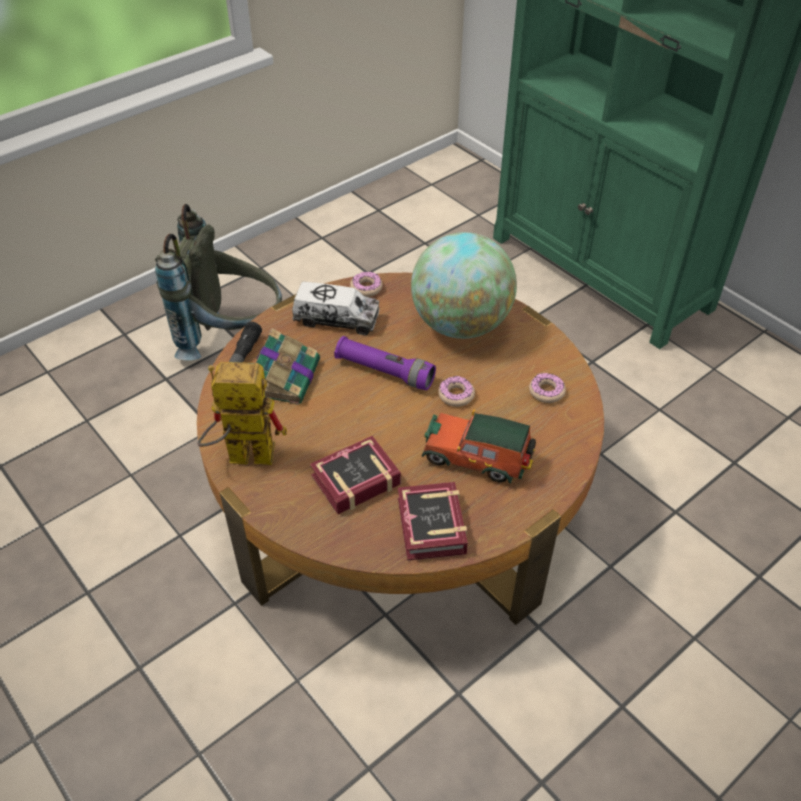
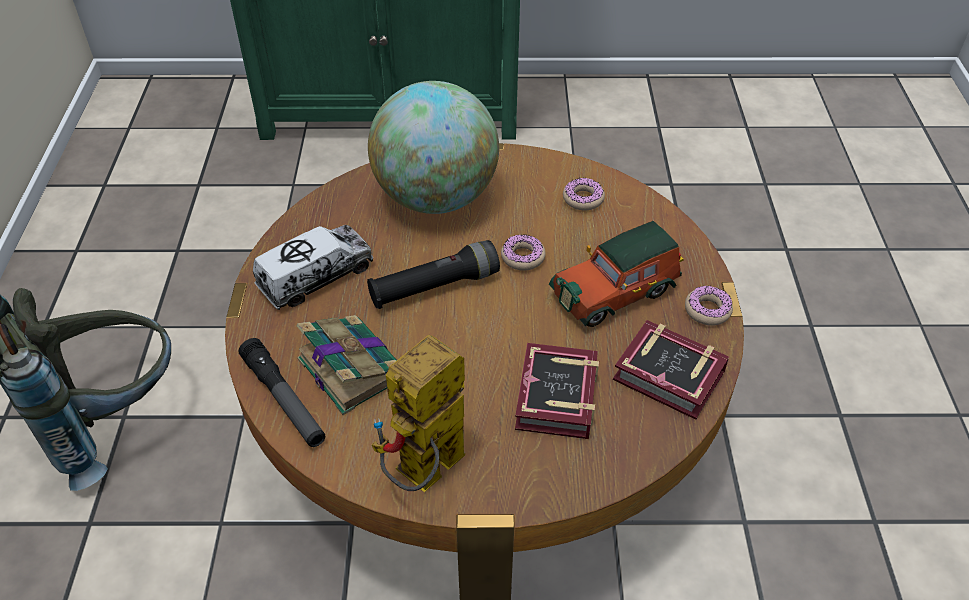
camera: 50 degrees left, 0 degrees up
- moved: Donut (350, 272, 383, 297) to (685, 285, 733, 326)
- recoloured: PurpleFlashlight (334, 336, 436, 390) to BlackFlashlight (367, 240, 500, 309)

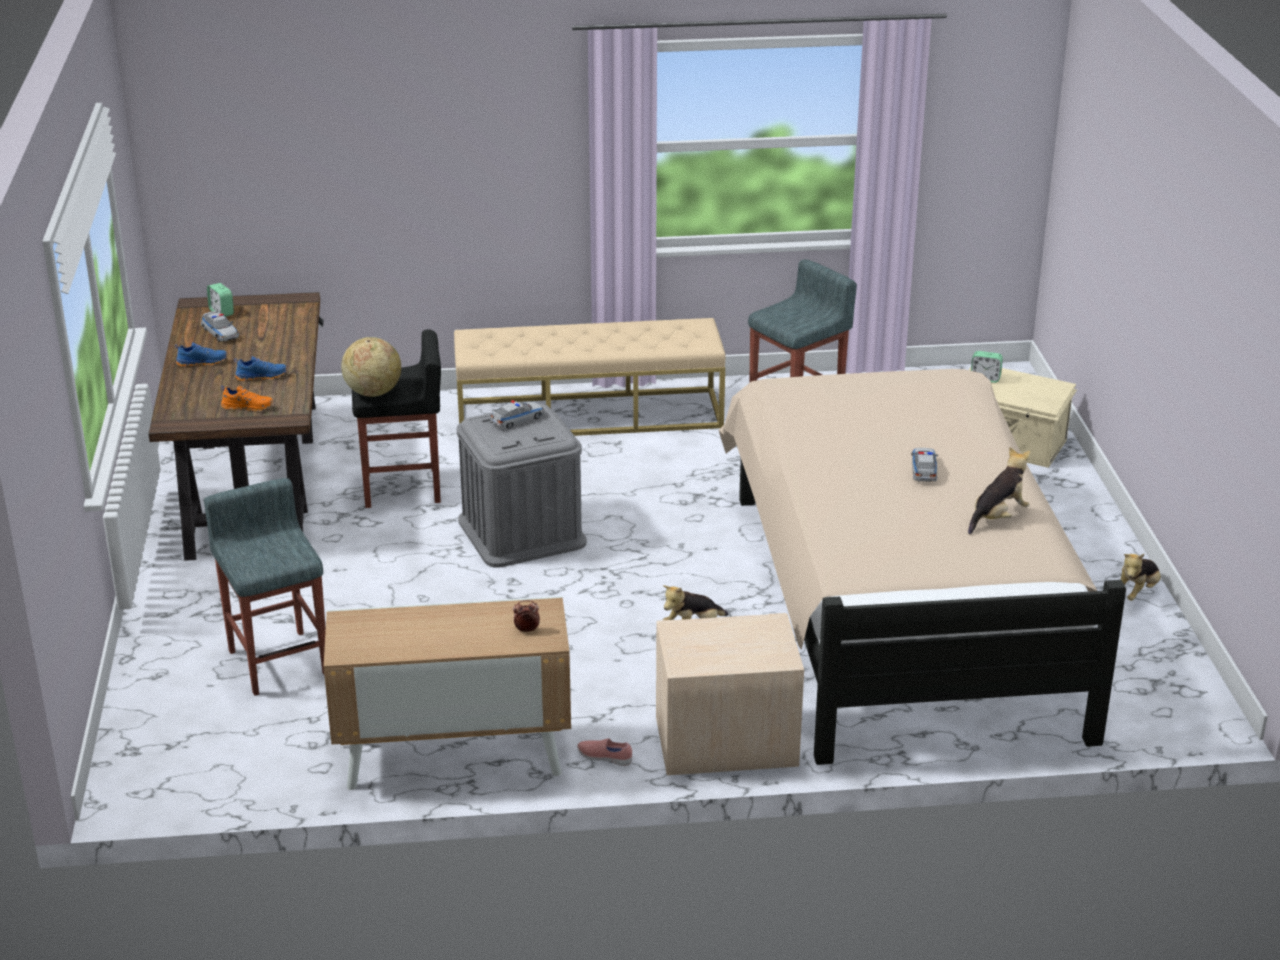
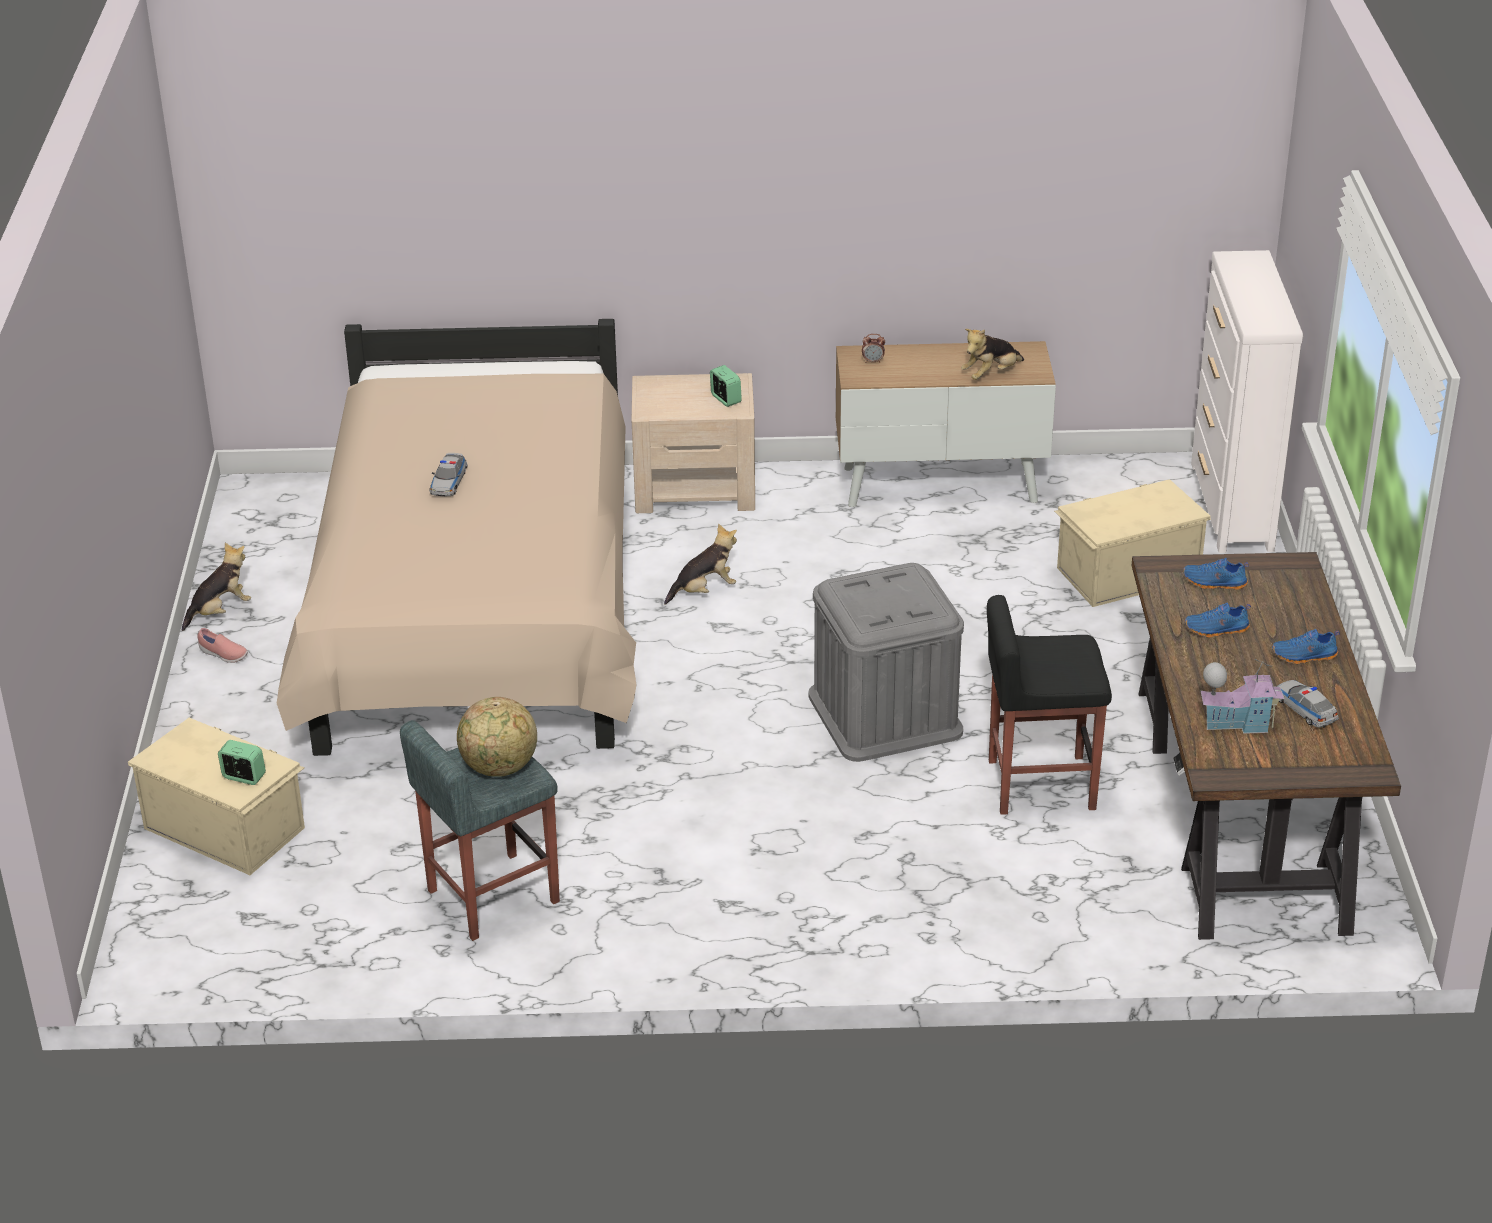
camera: 175 degrees left, 5 degrees up
- removed: BeigeBench (454, 318, 725, 436)
- removed: ToyCar (490, 400, 544, 429)
- added: WhiteDresser (1191, 250, 1303, 553)
- added: ToyHouse (1201, 659, 1284, 734)
- moved: AlarmClock (207, 283, 234, 317) to (710, 365, 742, 407)
- moved: Globe (341, 337, 401, 397) to (457, 697, 537, 777)
- moved: PinkShoe (577, 738, 632, 766) to (197, 628, 248, 663)
- moved: PlushToy (968, 447, 1030, 534) to (961, 329, 1024, 380)
- replaced: GreyStool (204, 478, 326, 696) to BeigeStorageBox (1054, 479, 1211, 607)
- recoloured: OrangeShoe (220, 385, 273, 412) to BlueShoe (1183, 558, 1249, 590)

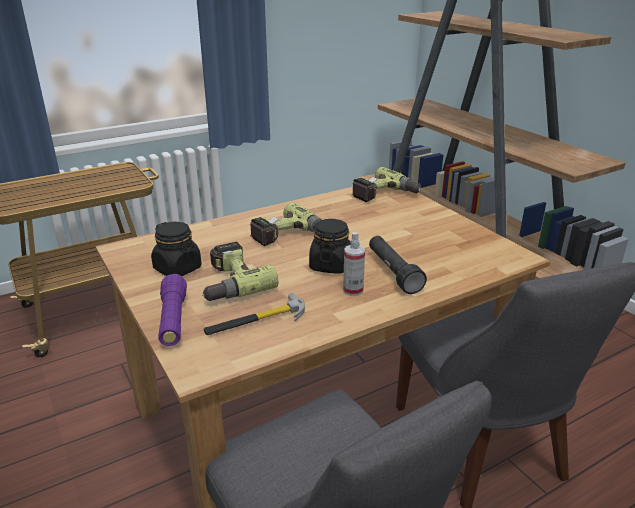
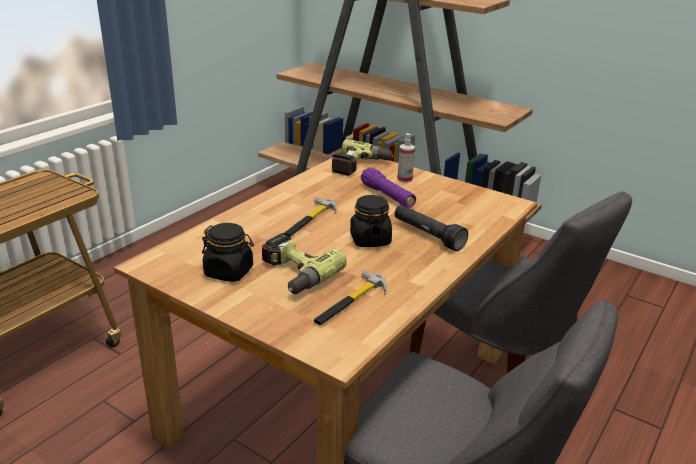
camera: 25 degrees left, 0 degrees up
- moved: PurpleFlashlight (158, 274, 187, 346) to (361, 167, 416, 208)
- moved: SprayBottle (343, 232, 365, 296) to (397, 133, 415, 183)
- replaced: PowerDrill (250, 203, 322, 246) to Hammer (284, 198, 336, 237)

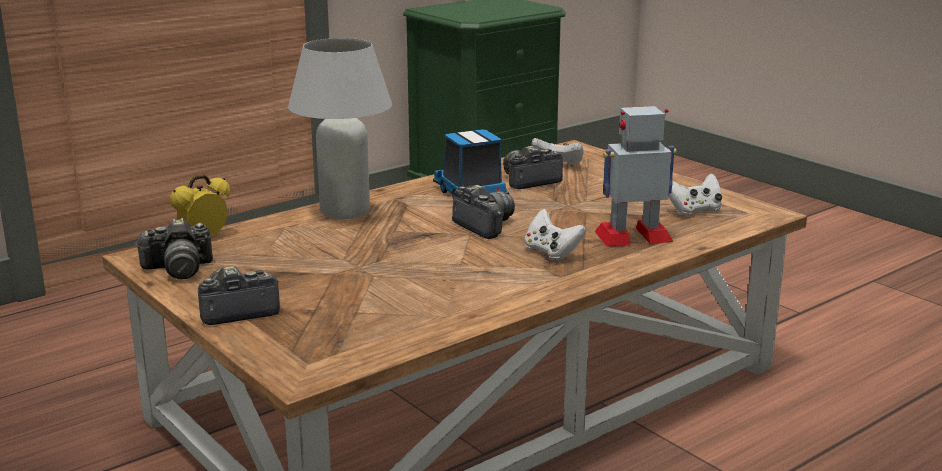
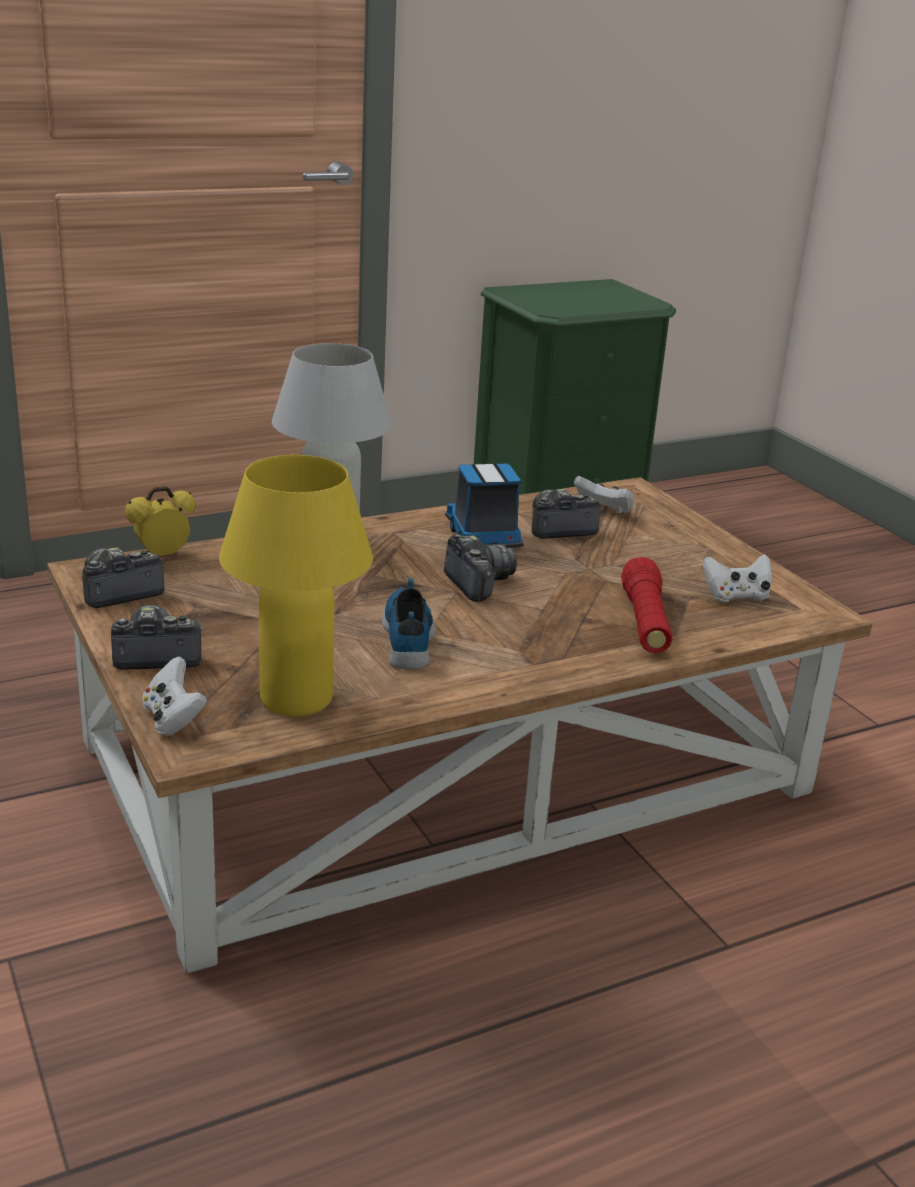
camera: 10 degrees right, 5 degrees up
- added: YellowTableLamp (219, 455, 373, 717)
- added: Shoe (382, 578, 436, 670)
- moved: WhiteGameController (525, 209, 586, 261) to (142, 656, 207, 736)
- replaced: ToyRobot (594, 106, 676, 247) to RedFlashlight (621, 557, 673, 653)
- turned: PhotoCamera (135, 218, 213, 279) = (82, 547, 164, 608) 150 degrees clockwise

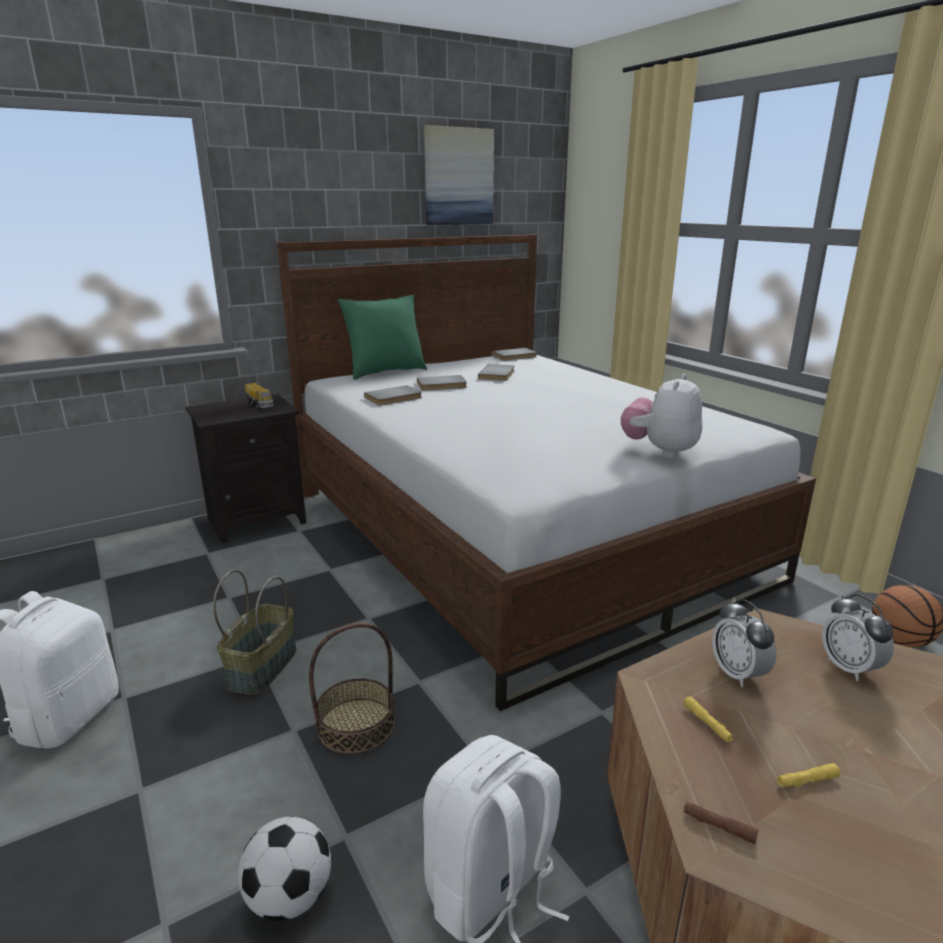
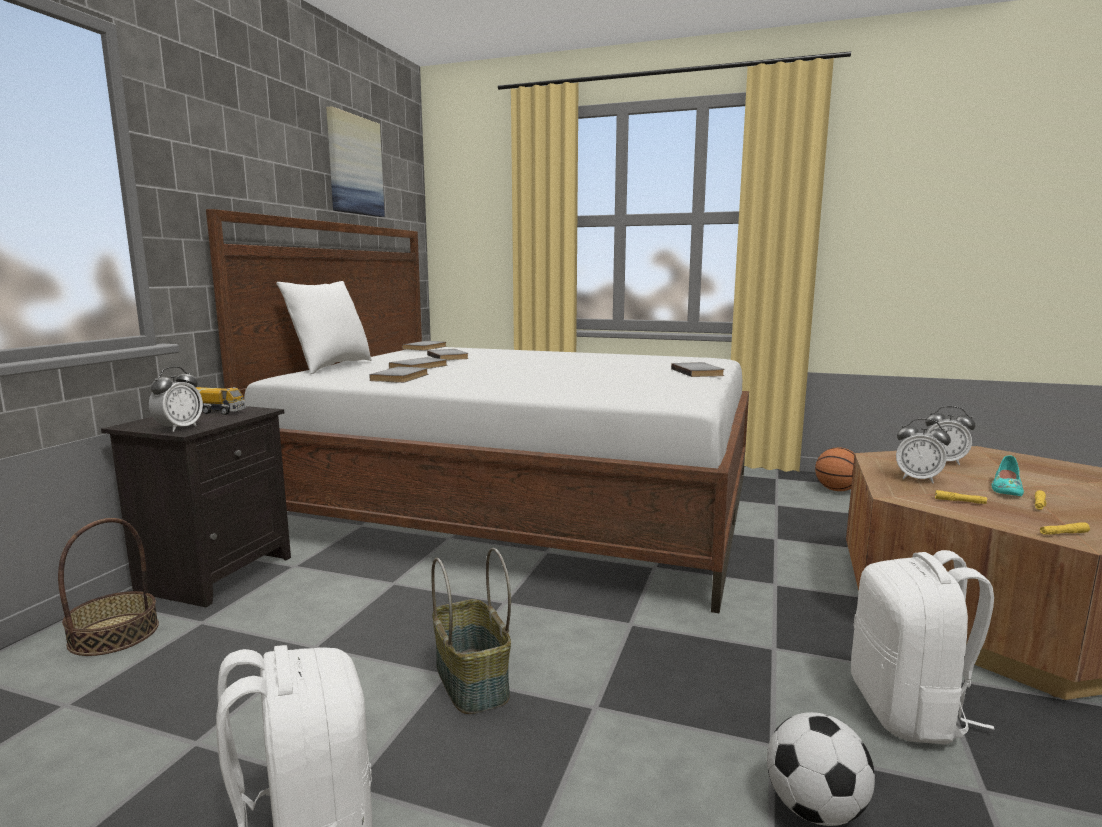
camera: 40 degrees left, 10 degrees down
- added: AlarmClock (149, 366, 203, 432)
- added: TurquoiseShoe (992, 456, 1024, 496)
- moved: Basket (309, 623, 395, 754) to (58, 518, 159, 656)
- replaced: PlushToy (621, 374, 702, 458) to GreyBook (671, 362, 725, 377)
- recoloured: GreenPillow (338, 295, 427, 380) to WhitePillow (276, 281, 372, 374)
- recoloured: BrownFlashlight (683, 802, 758, 844) to YellowFlashlight (1040, 522, 1090, 535)

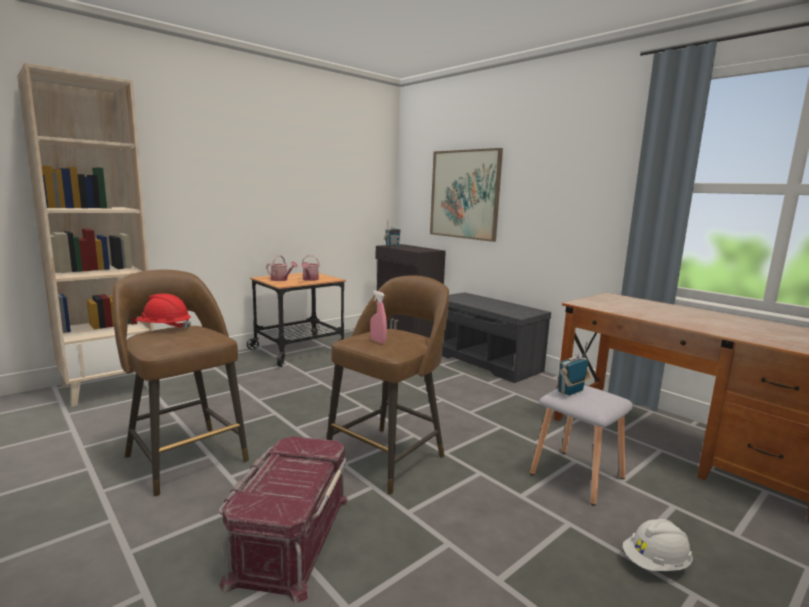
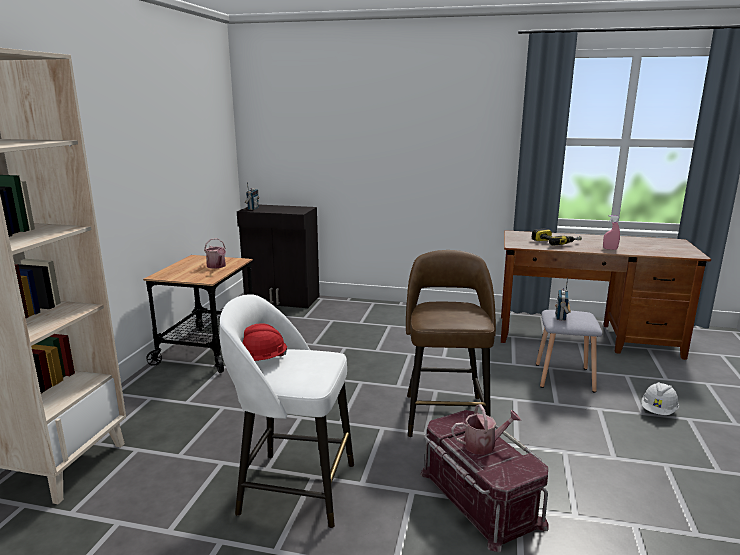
camera: 35 degrees left, 5 degrees up
- removed: Picture (430, 148, 503, 242)
- removed: GreyBench (433, 292, 551, 383)
- added: PowerDrill (532, 228, 582, 246)
- moved: WateringCan (266, 255, 298, 281) to (451, 404, 521, 455)
- moved: PinkSprayBottle (370, 291, 387, 344) to (603, 215, 620, 250)
- recoloured: BrownStool (113, 270, 249, 496) to WhiteStool (220, 294, 354, 528)

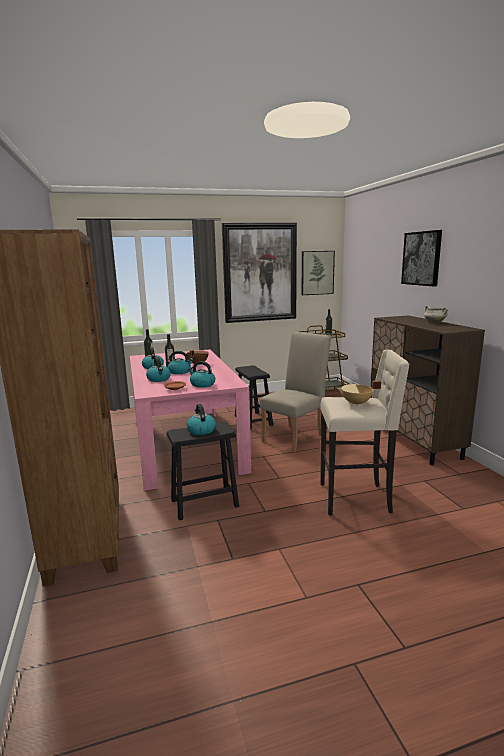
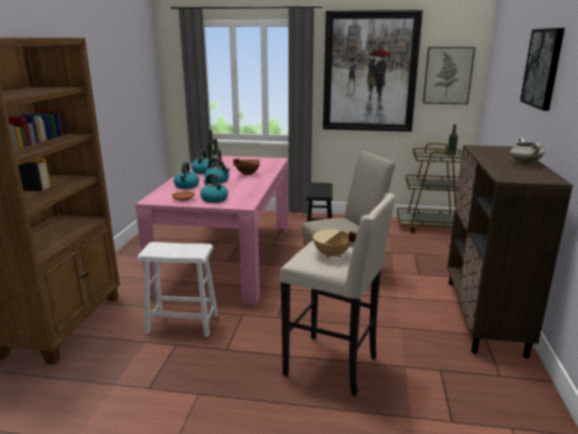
camera: 25 degrees right, 5 degrees up
- removed: Kettle (187, 404, 216, 435)
- recoloured: BlackStool (167, 422, 239, 520) to WhiteStool (138, 242, 218, 337)

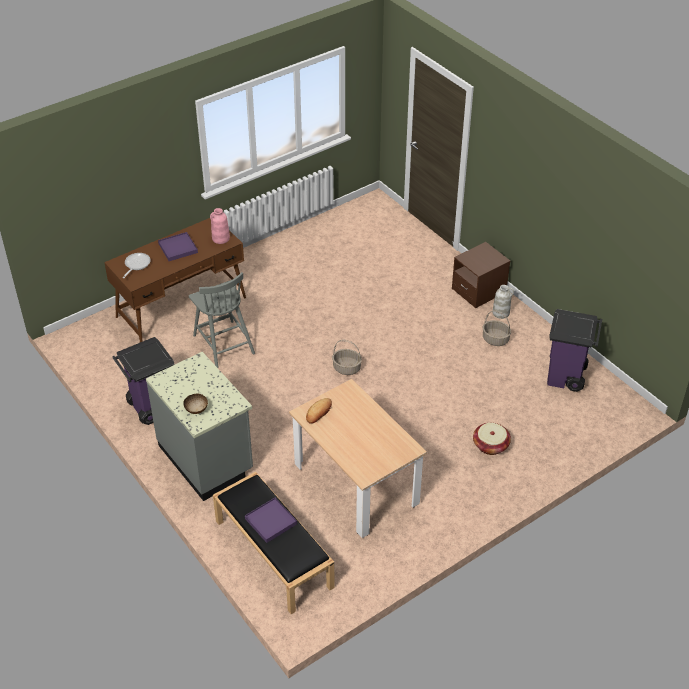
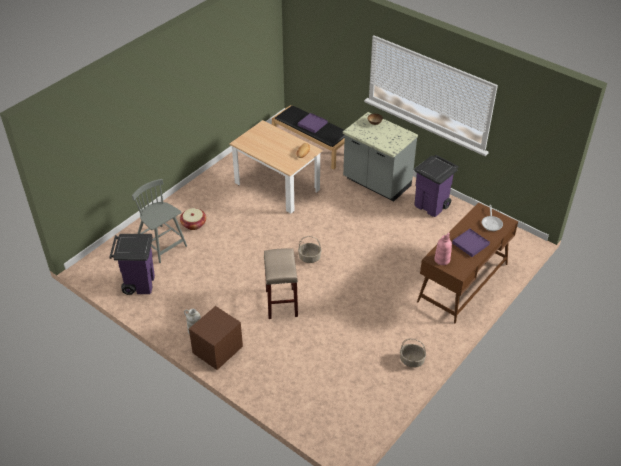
camera: 165 degrees right, 0 degrees up
- added: BeigeStool (264, 248, 298, 319)
- moved: GreyChair (189, 272, 255, 368) to (132, 179, 187, 263)
- moved: Basket (483, 310, 511, 346) to (400, 339, 426, 368)

